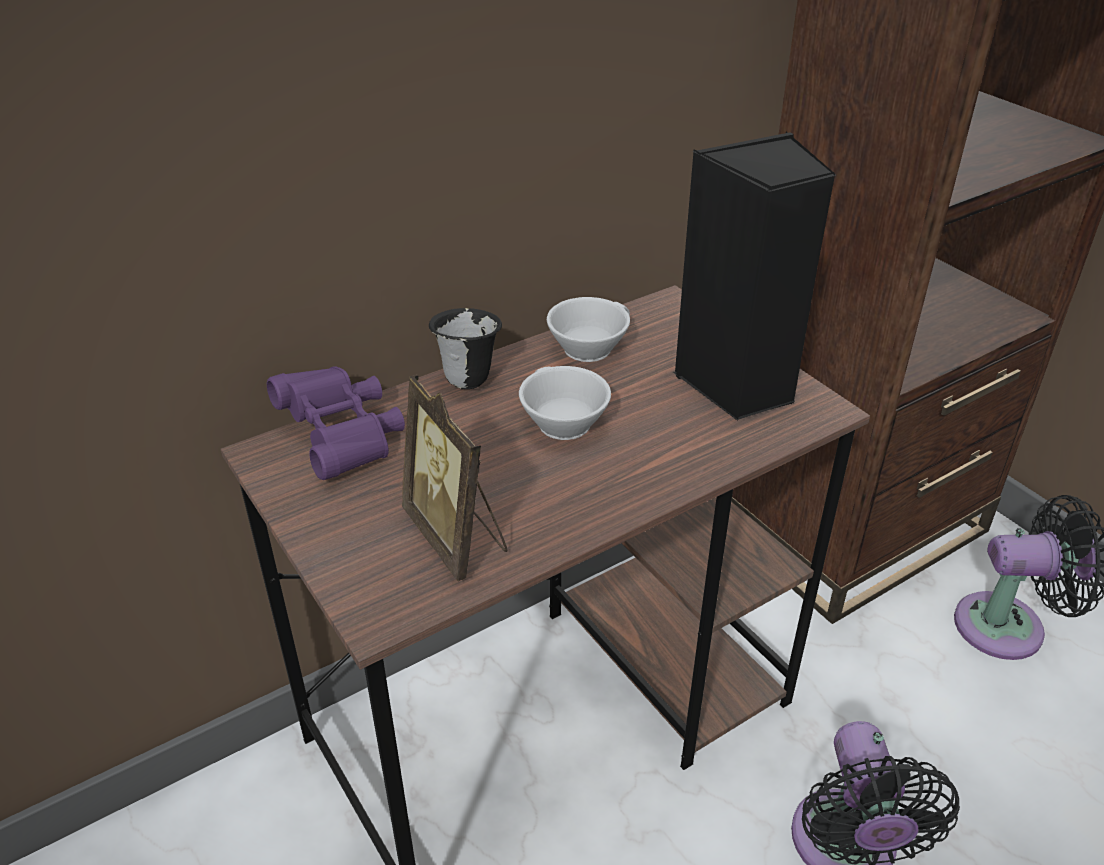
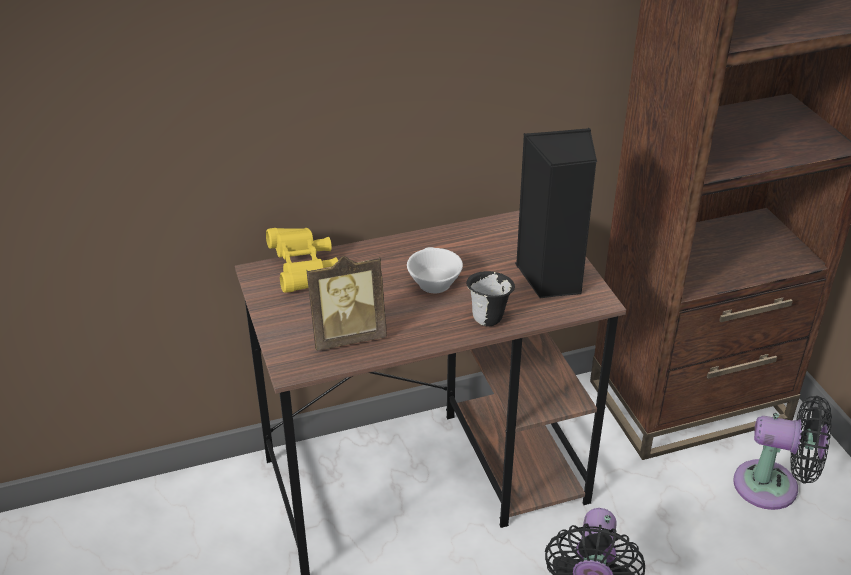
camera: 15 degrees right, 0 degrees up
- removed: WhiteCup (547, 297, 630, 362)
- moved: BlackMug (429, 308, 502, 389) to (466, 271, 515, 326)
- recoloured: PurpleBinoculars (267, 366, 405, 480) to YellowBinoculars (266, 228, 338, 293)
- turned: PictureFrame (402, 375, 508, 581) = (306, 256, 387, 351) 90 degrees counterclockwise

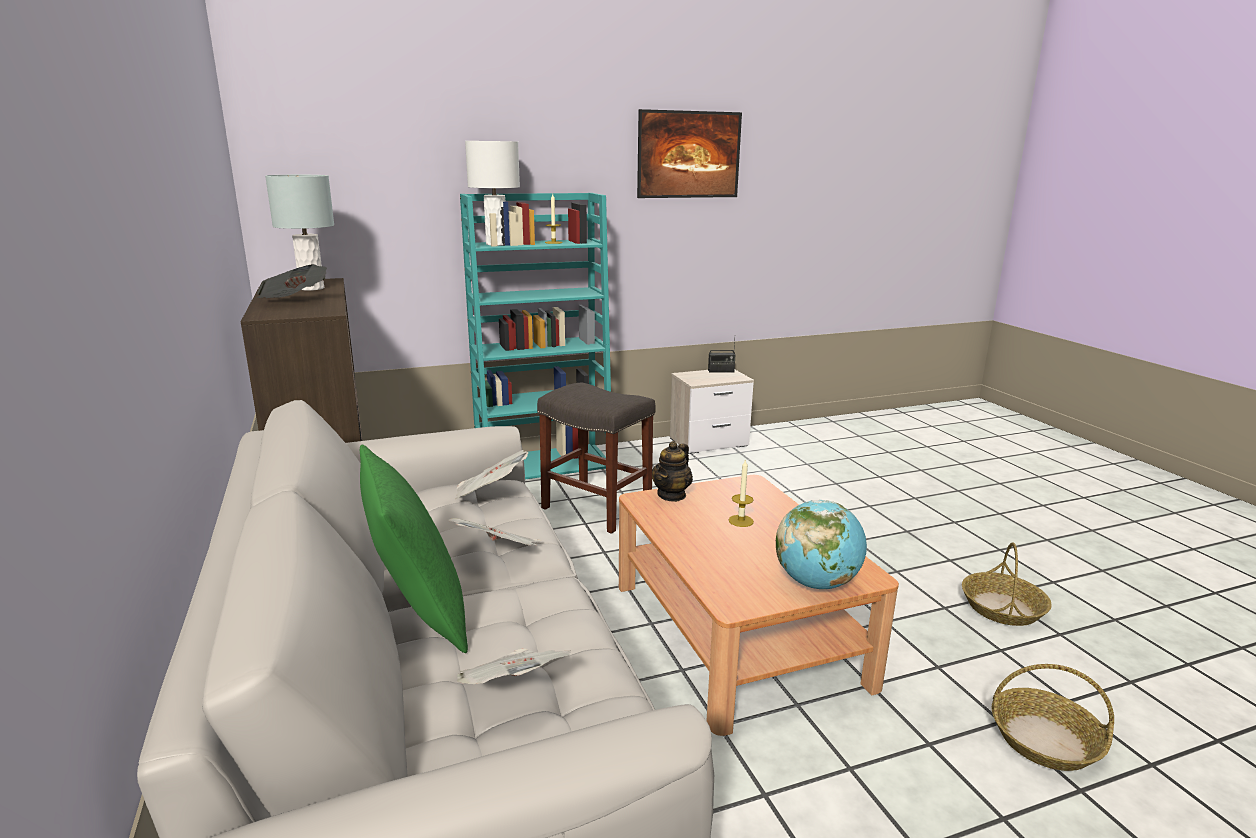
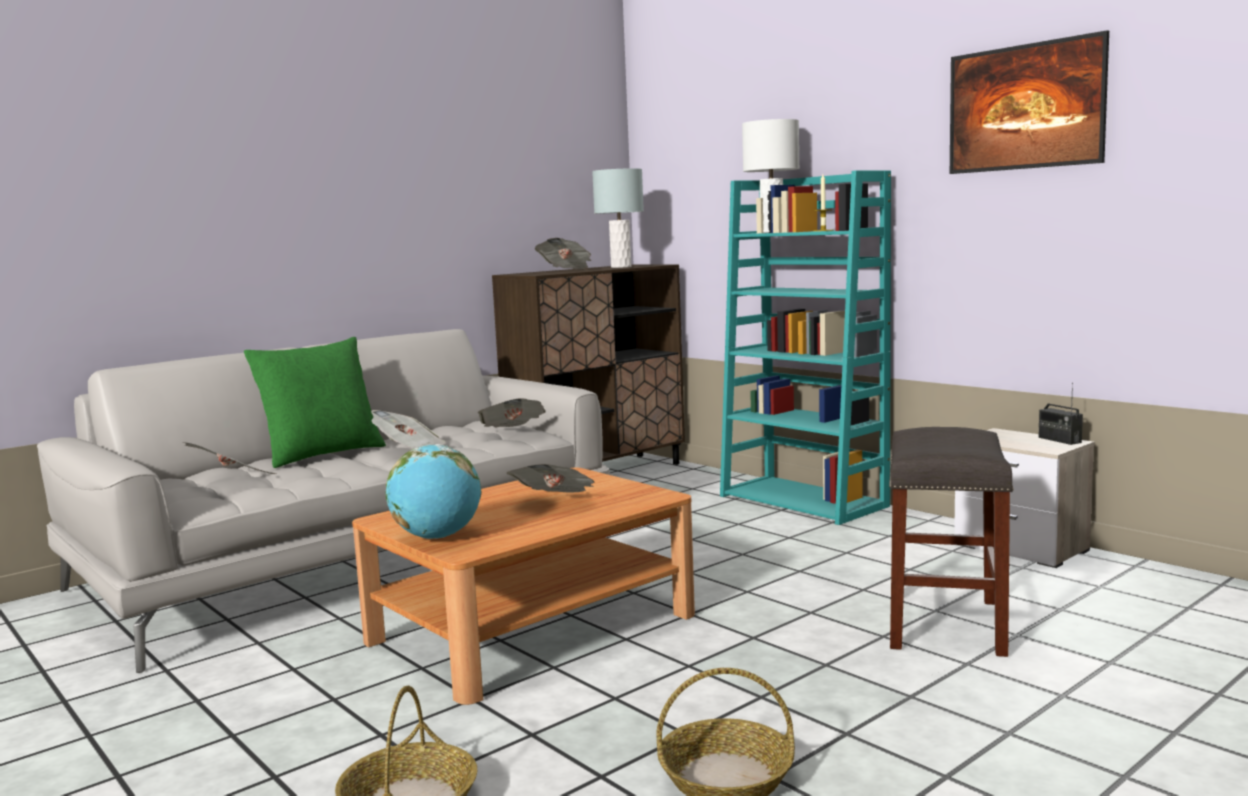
camera: 70 degrees right, 10 degrees down
- removed: Teapot (652, 441, 693, 502)
- moved: GreyStool (537, 382, 655, 534) to (889, 427, 1014, 657)
- replaced: Candle (729, 459, 754, 527) to Newspaper (506, 464, 595, 493)

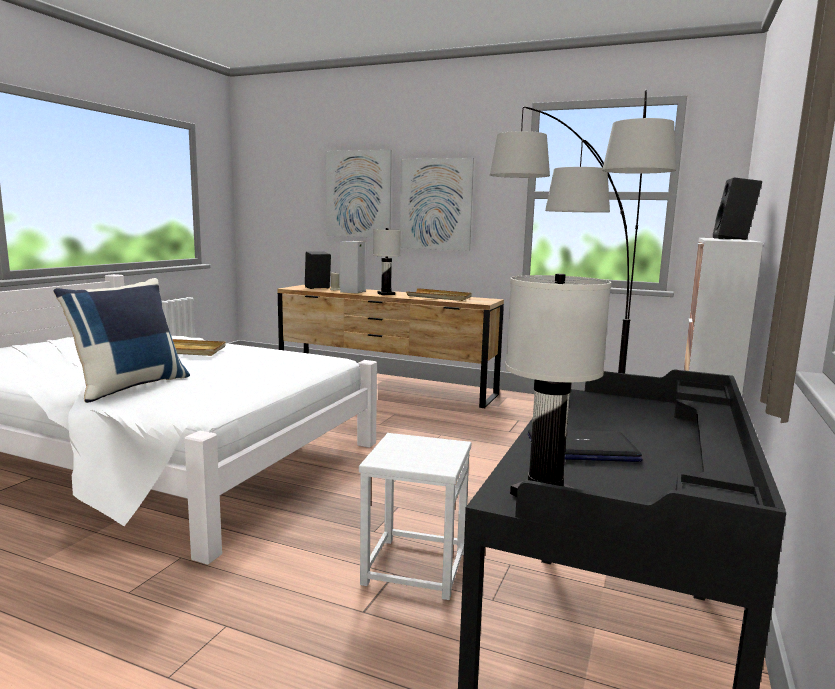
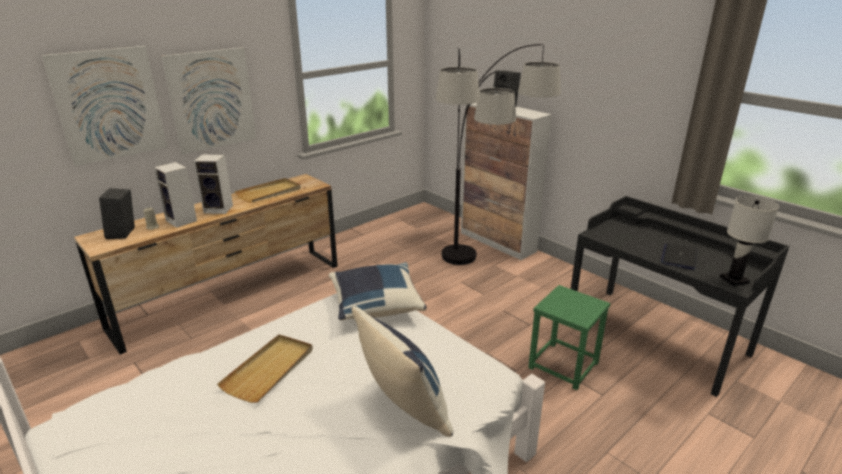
camera: 65 degrees left, 15 degrees up
- added: BluePillow (329, 262, 427, 320)
- replaced: WhiteTableLamp (373, 228, 401, 295) to Speaker (194, 154, 233, 214)
- recoloured: WhiteStool (359, 433, 471, 600) to GreenStool (528, 285, 610, 390)

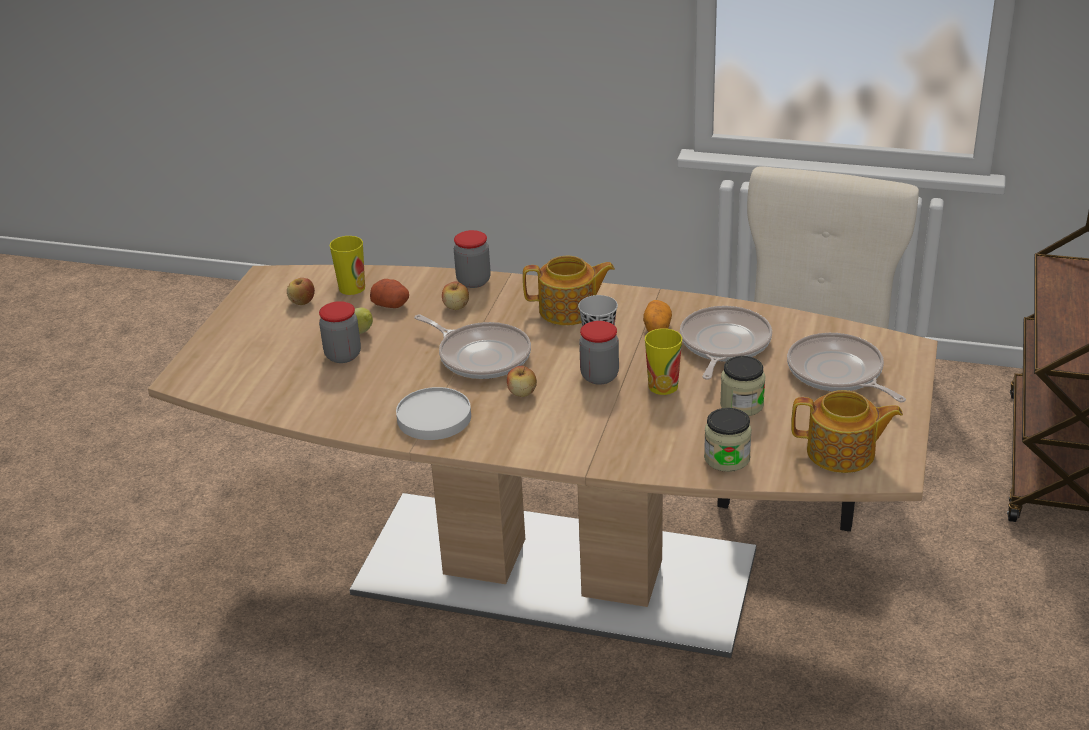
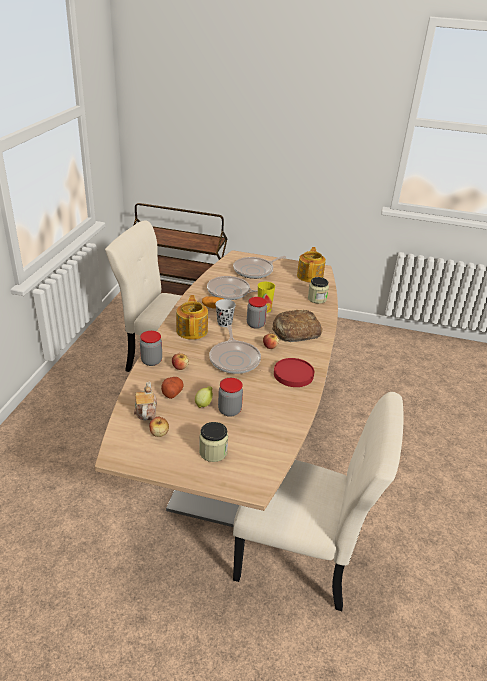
camera: 95 degrees left, 0 degrees up
- added: BeigeChair (233, 392, 404, 611)
- added: Bread (272, 310, 323, 342)
- moved: Jar (720, 356, 766, 416) to (199, 422, 228, 462)
- replaced: Cup (330, 236, 365, 295) to Teapot (134, 382, 157, 421)
- recoloured: WhitePlate (396, 387, 471, 440) to RedPlate (274, 358, 314, 387)
- turned: FryingPan (414, 315, 531, 379) = (209, 325, 261, 374) 135 degrees clockwise

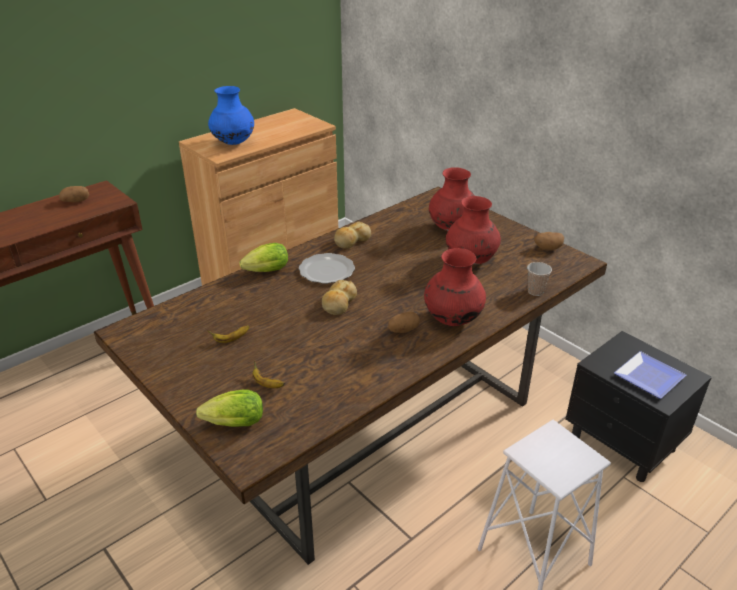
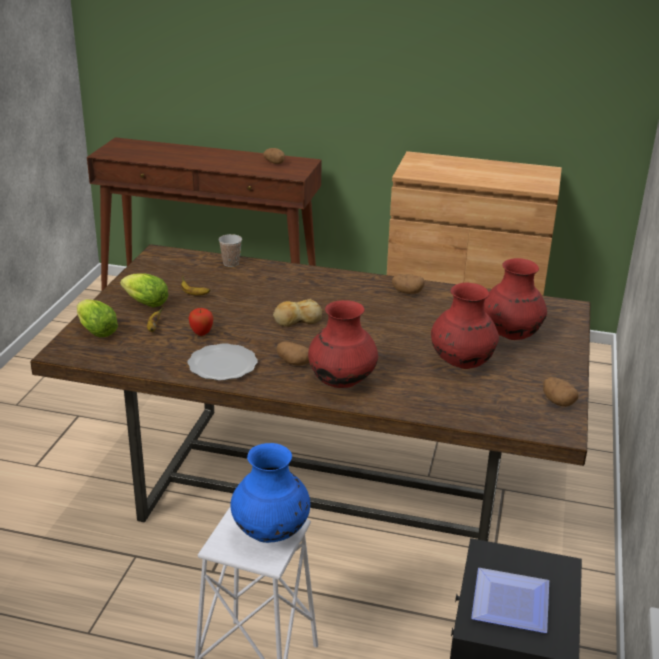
camera: 55 degrees right, 5 degrees down
- added: Apple (189, 308, 214, 336)
- moved: BlueVase (208, 86, 254, 145) to (230, 443, 310, 543)
- moved: Lettuce (239, 243, 288, 272) to (120, 273, 168, 307)
- moved: Plate (299, 253, 355, 284) to (187, 344, 258, 381)
- moved: Cup (527, 262, 552, 296) to (219, 234, 242, 267)
- replaced: Bread (334, 221, 371, 249) to Potato (392, 274, 425, 294)

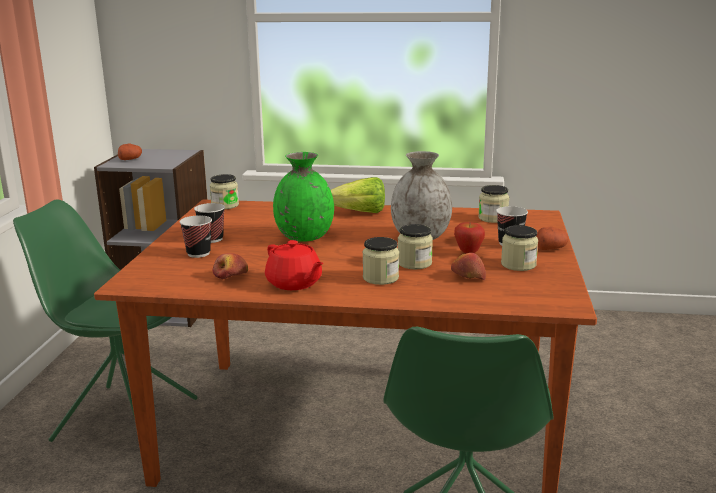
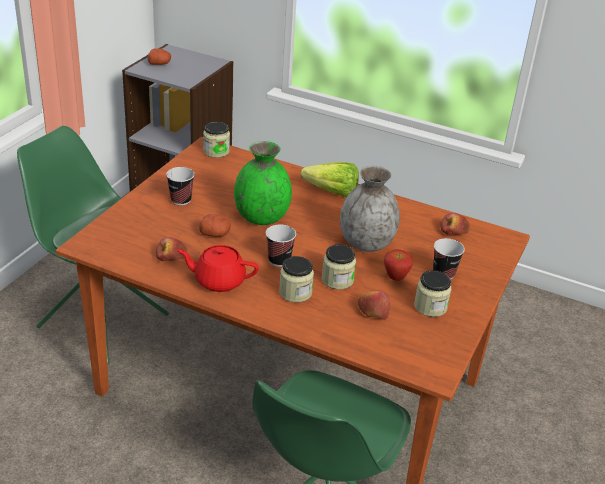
camera: 15 degrees right, 15 degrees up
- moved: Cup (180, 215, 212, 258) to (266, 225, 296, 267)
- moved: Potato (536, 227, 568, 250) to (199, 214, 231, 237)
- replaced: Jar (478, 185, 510, 223) to Apple (440, 213, 470, 235)
- turned: RedTeapot (265, 240, 323, 290) = (177, 245, 259, 292) 120 degrees clockwise

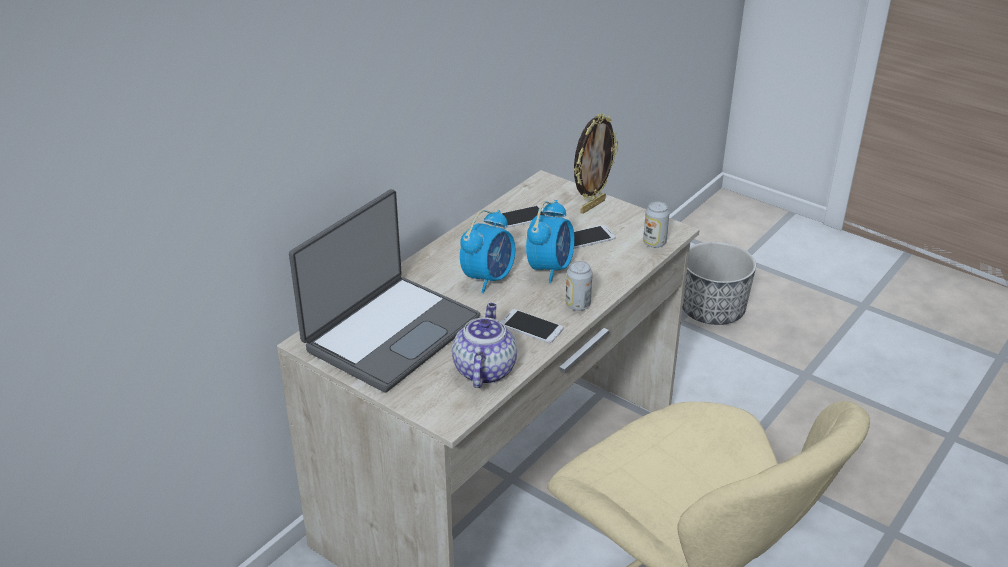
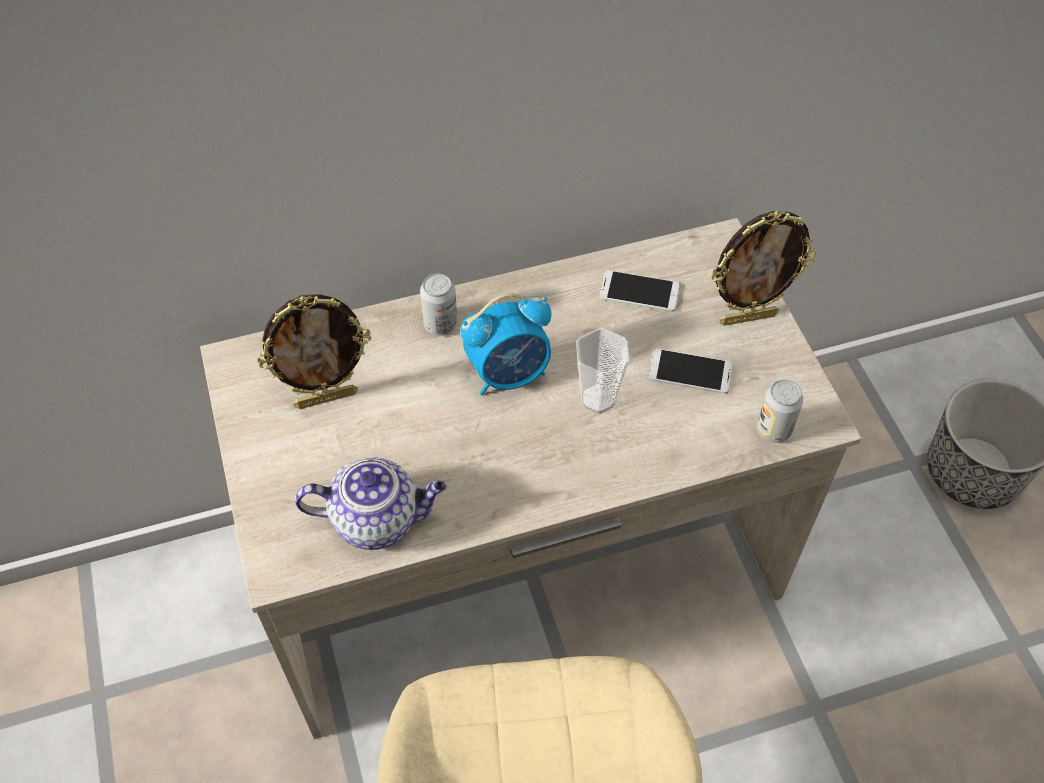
camera: 35 degrees right, 20 degrees up
- removed: Phone (500, 309, 564, 343)
- moved: Can (566, 261, 593, 311) to (420, 273, 458, 336)
- replaced: Laptop (289, 189, 480, 393) to PictureFrame (257, 294, 371, 409)
- replaced: AlarmClock (526, 200, 575, 283) to Cup (576, 328, 629, 414)
- turned: Teapot (452, 303, 517, 388) = (295, 457, 447, 550) 45 degrees clockwise

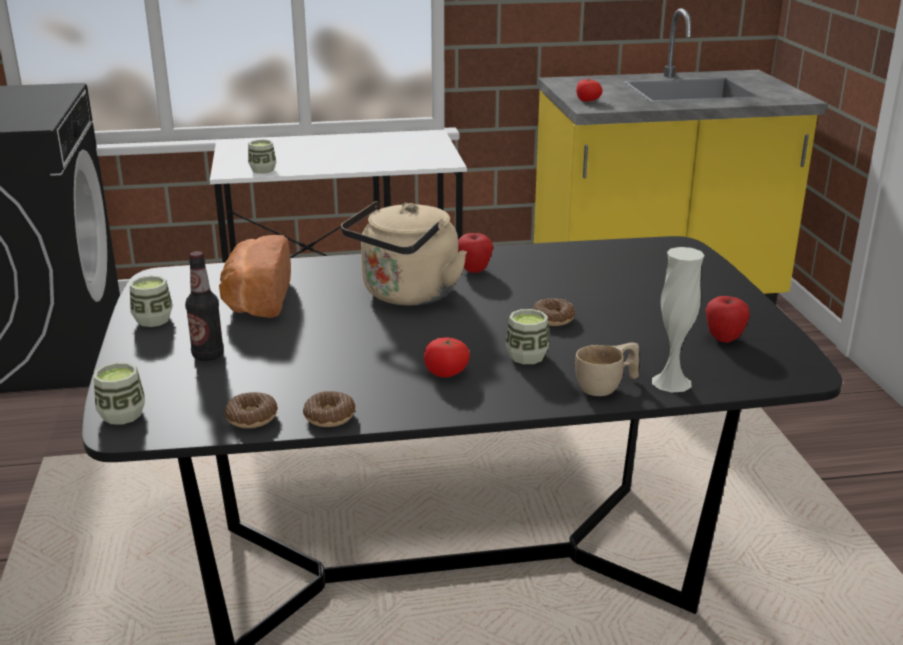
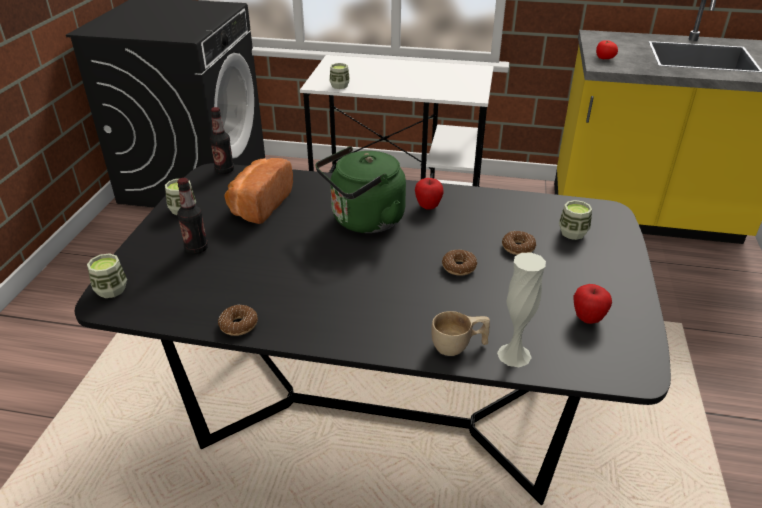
camera: 20 degrees right, 10 degrees up
- removed: Tomato (424, 337, 470, 377)
- added: Bottle (210, 107, 234, 174)
- moved: Donut (225, 392, 278, 428) to (502, 231, 536, 255)
- moved: Cup (505, 309, 550, 364) to (559, 200, 592, 240)
- recoloured: BeigeKettle (341, 201, 467, 306) to GreenKettle (316, 146, 406, 233)

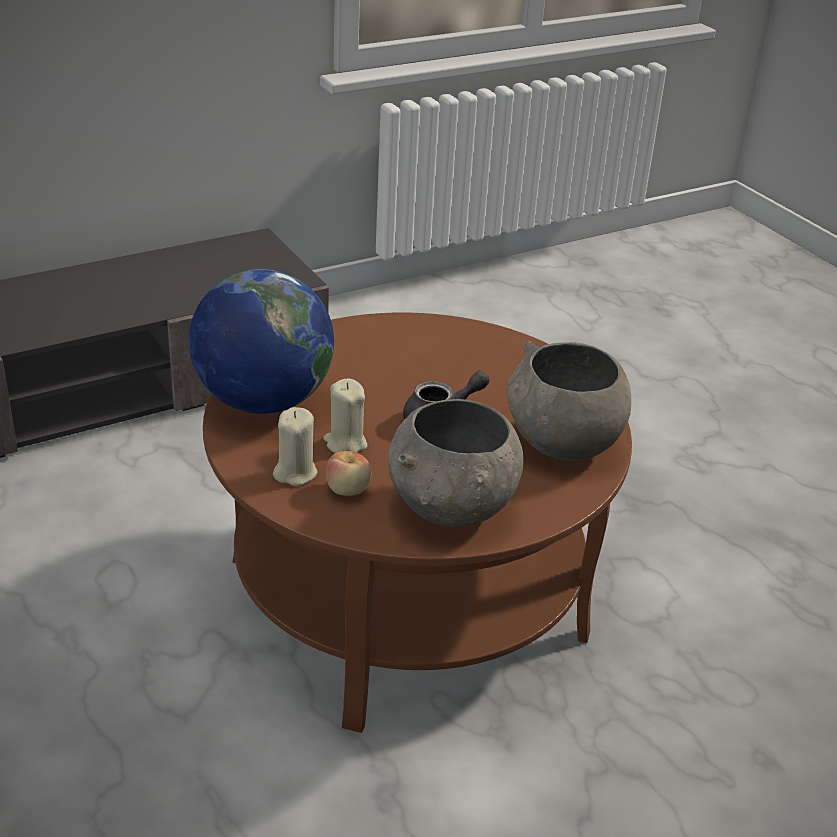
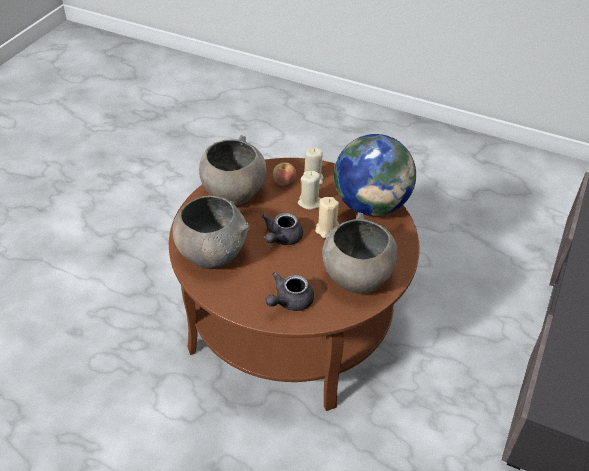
camera: 145 degrees right, 10 degrees up
- added: GreyTeapot (265, 272, 314, 311)
- added: BeigeCandle (315, 197, 339, 238)
- added: GreyBowl (322, 212, 398, 294)

